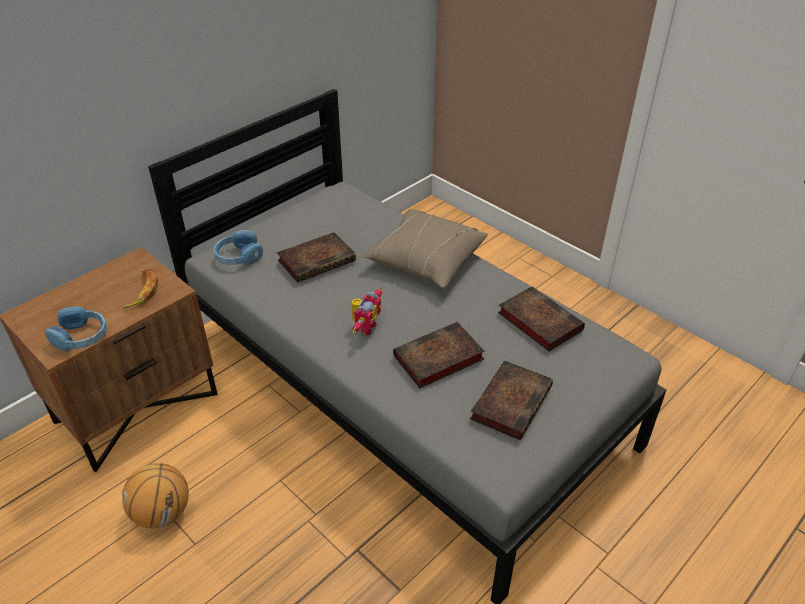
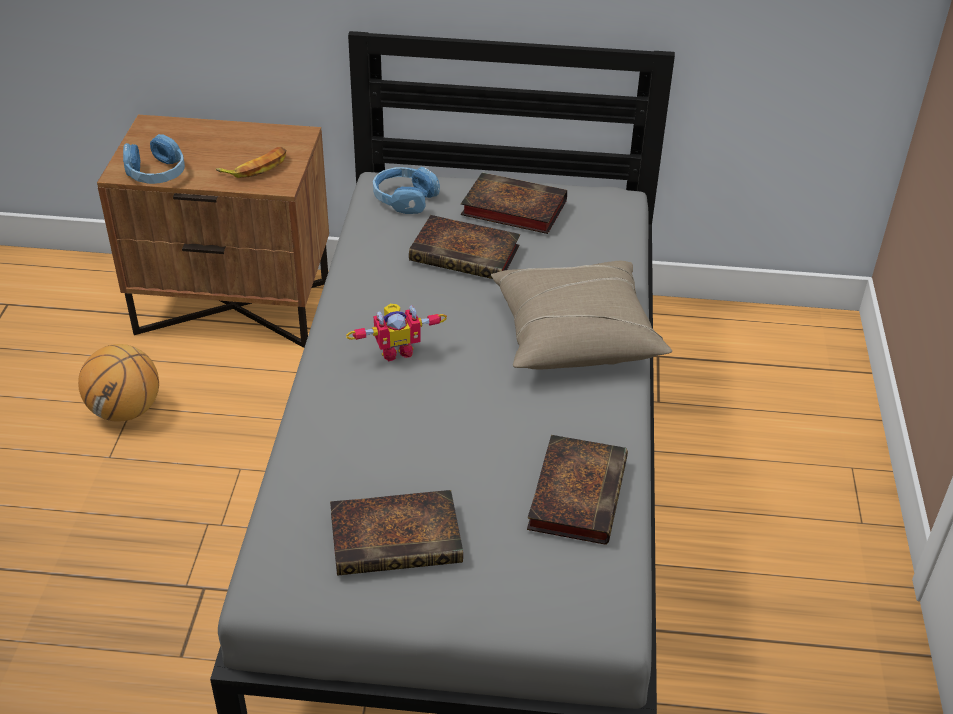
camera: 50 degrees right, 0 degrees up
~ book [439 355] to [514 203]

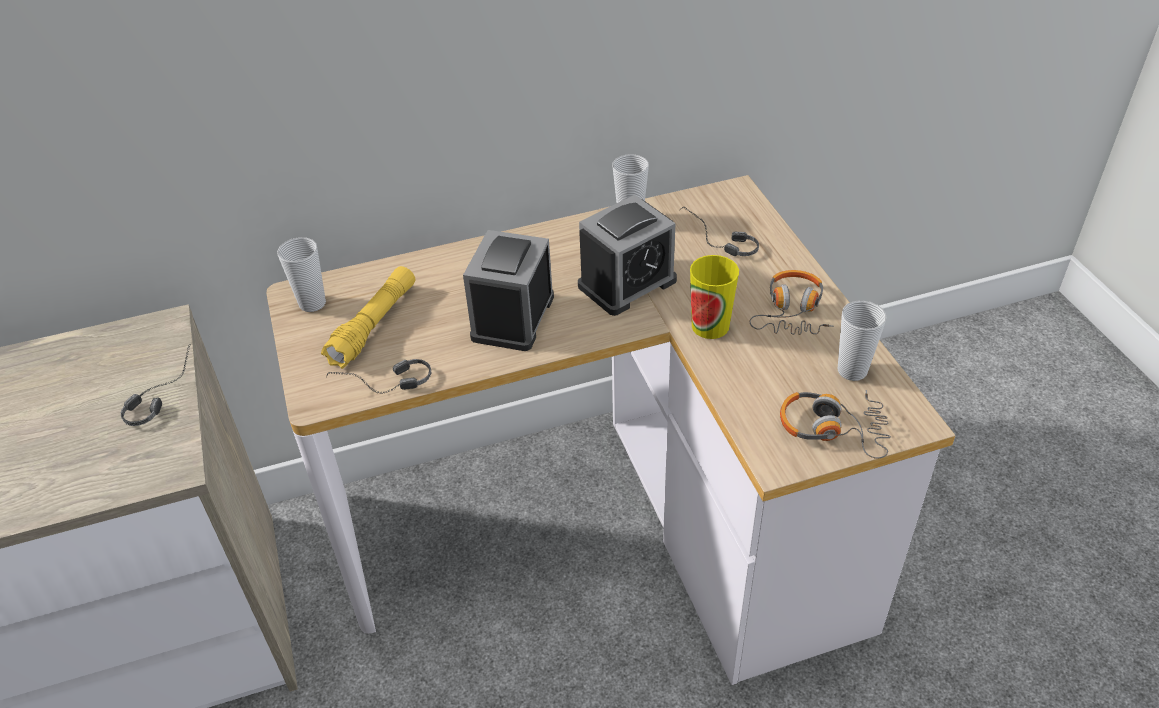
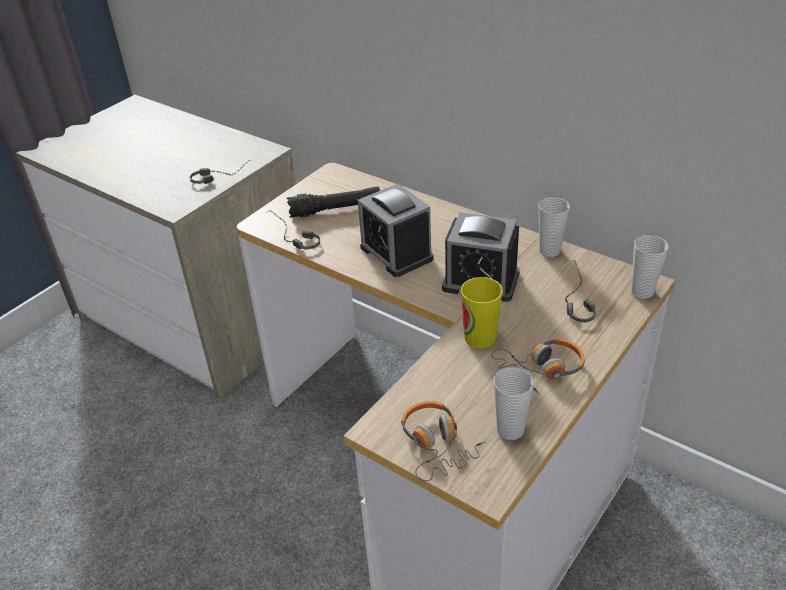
camera: 55 degrees right, 5 degrees down
~ cup [301 274] to [650 267]
~ yellow flashlight [368 317] to black flashlight [333 202]
~ alarm clock [508 290] = [395 230] 105 degrees counterclockwise

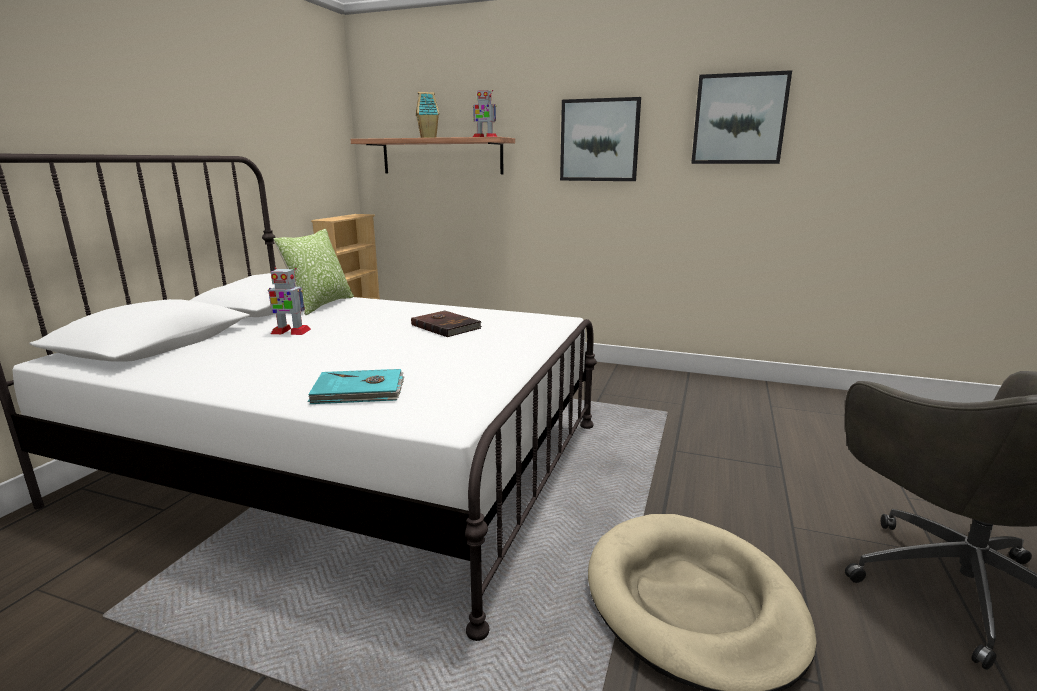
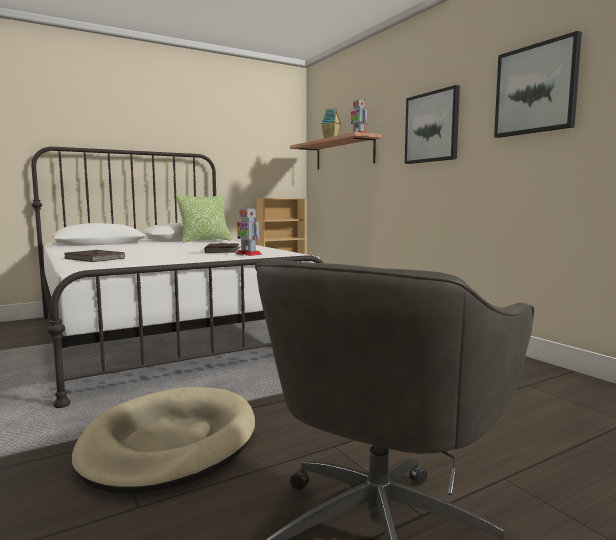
camera: 40 degrees right, 10 degrees down
~ toy robot [289 301] to [249 231]
~ turquoise book [356 386] to brown book [95 256]

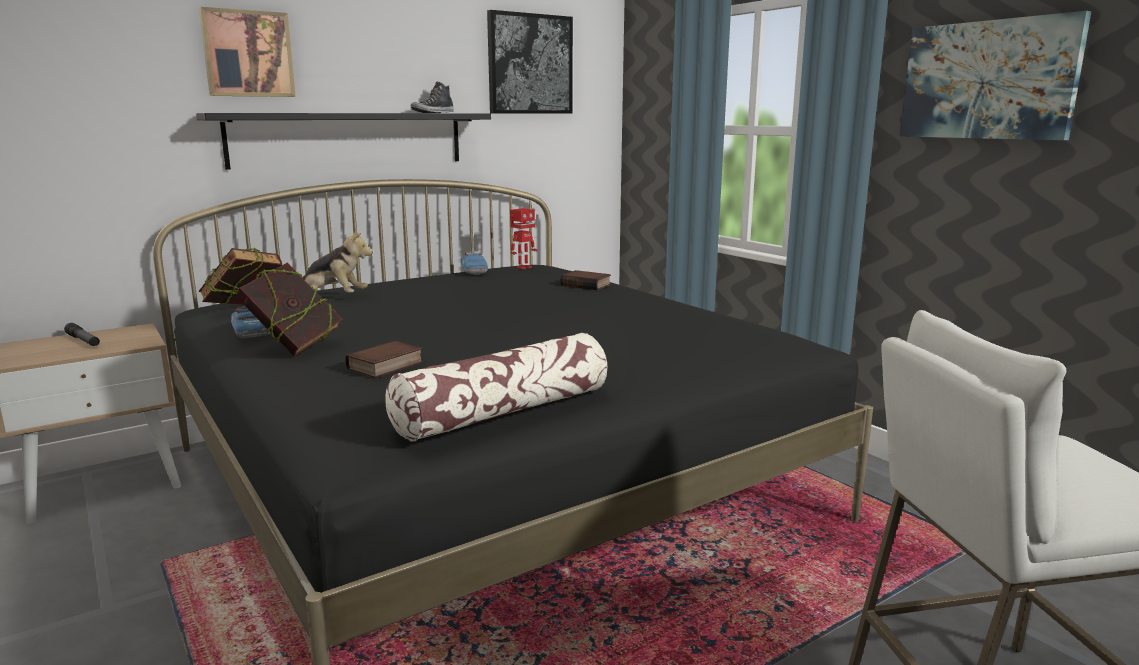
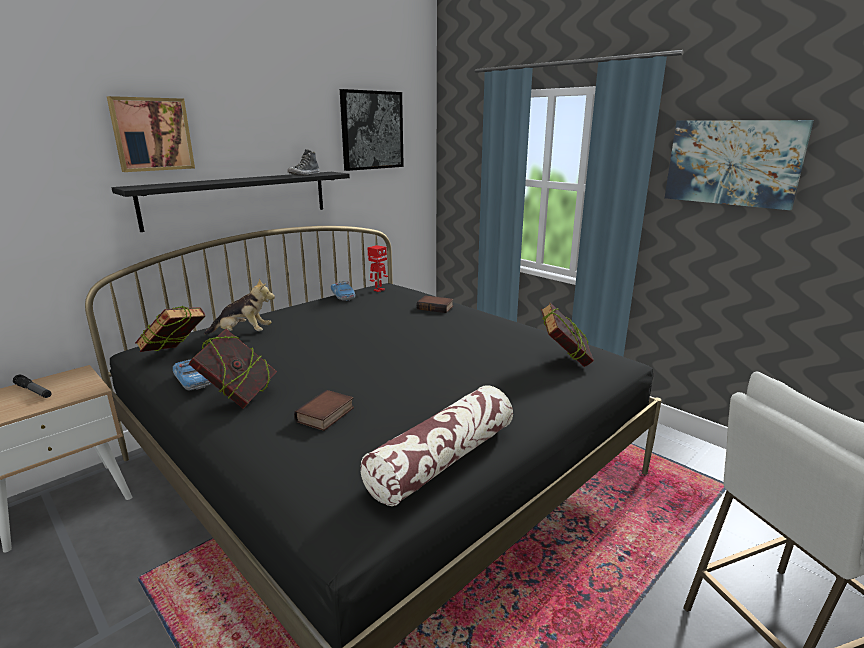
camera: 10 degrees left, 5 degrees up
+ book [567 335]

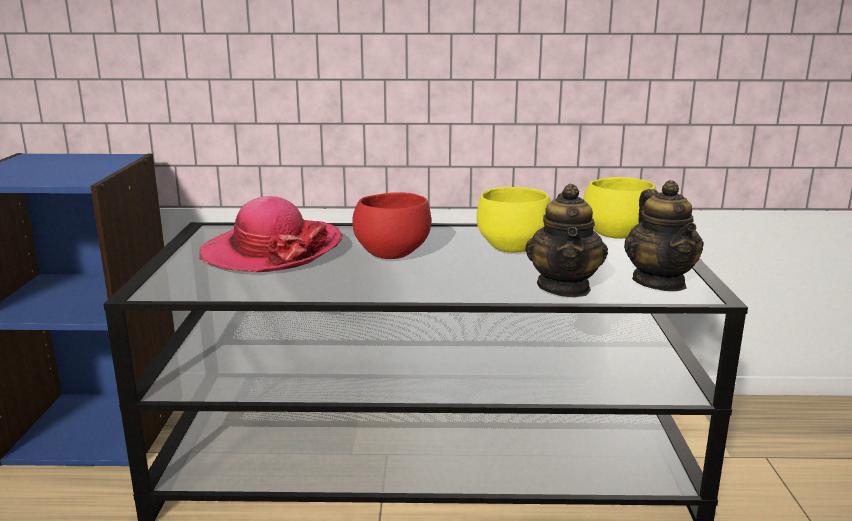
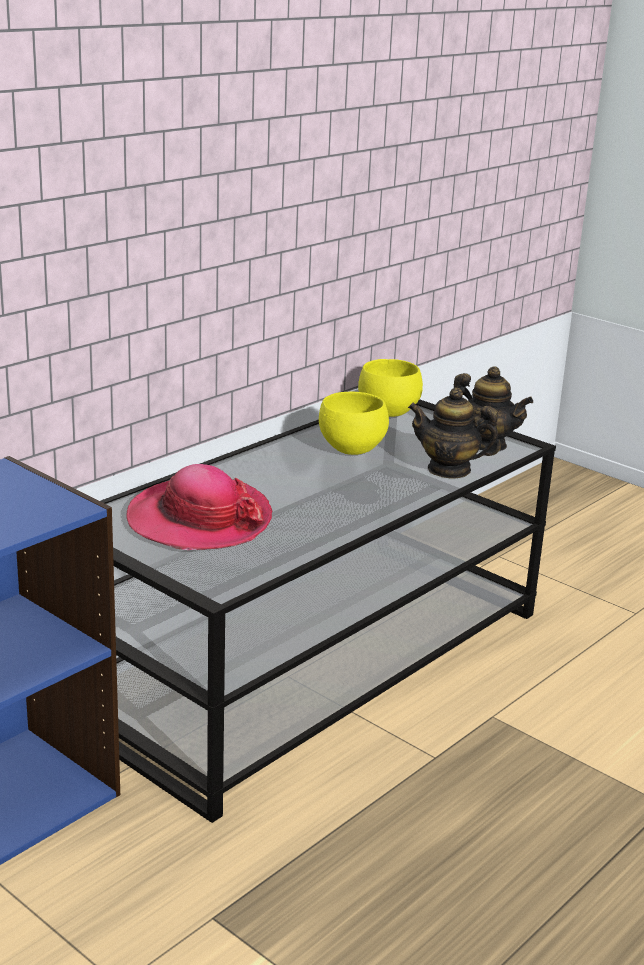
camera: 50 degrees left, 5 degrees up
- red bowl [391 225]
~ teapot [566 240] = [454 433] 150 degrees clockwise

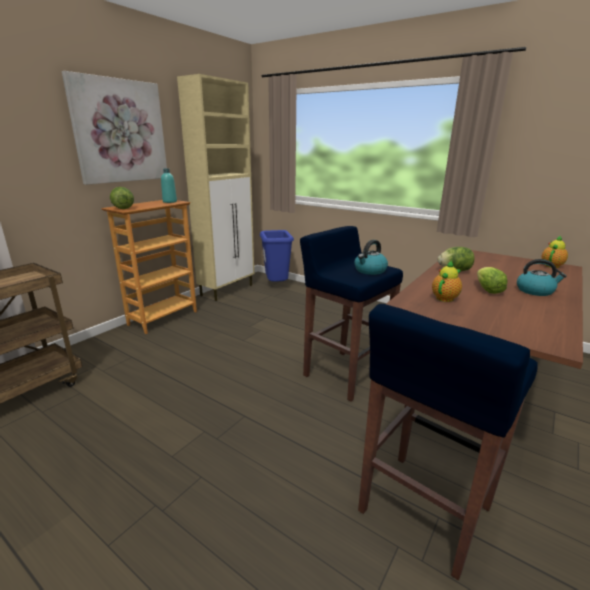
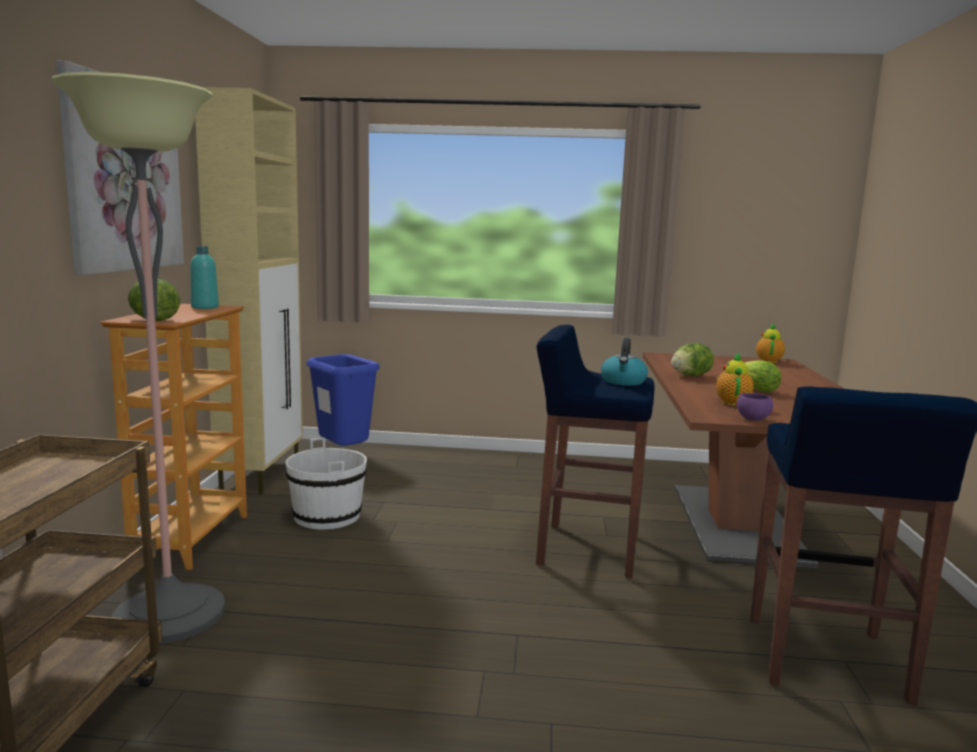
camera: 30 degrees left, 10 degrees down
- kettle [541 277]
+ floor lamp [138 358]
+ white bucket [326 483]
+ purple bowl [755 407]

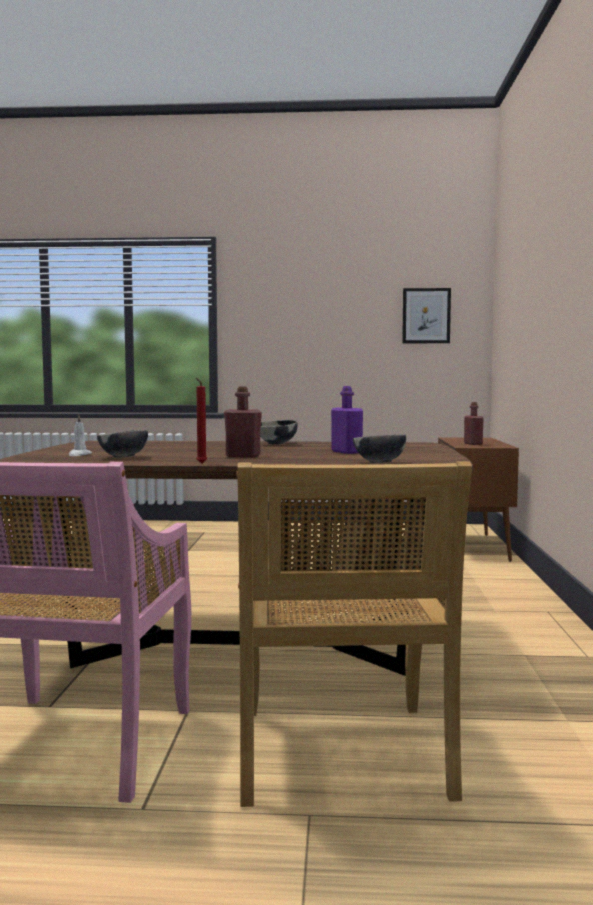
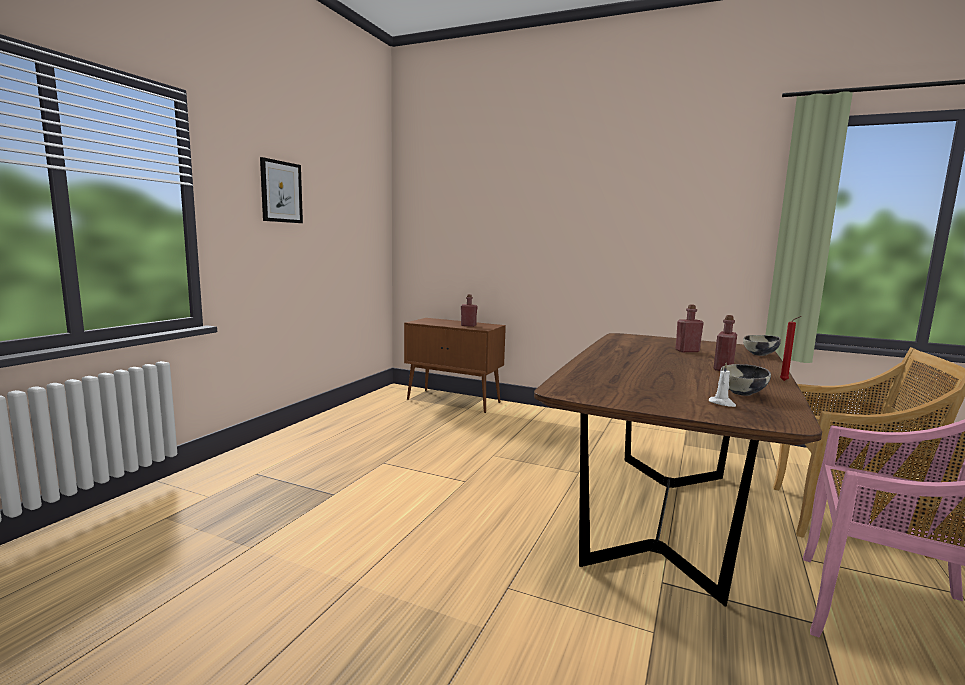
camera: 70 degrees left, 5 degrees up
- bowl [279 432]
~ picture [426 315] to [281 190]
~ purple bottle [347 420] to red bottle [689 328]

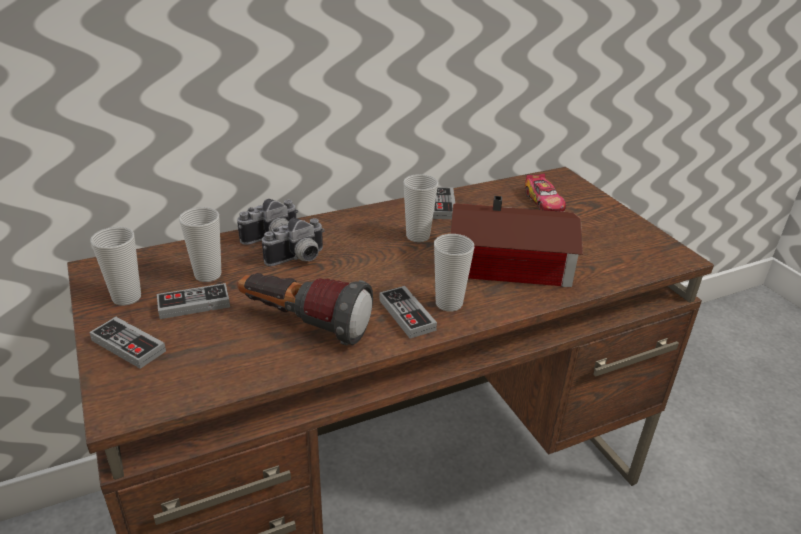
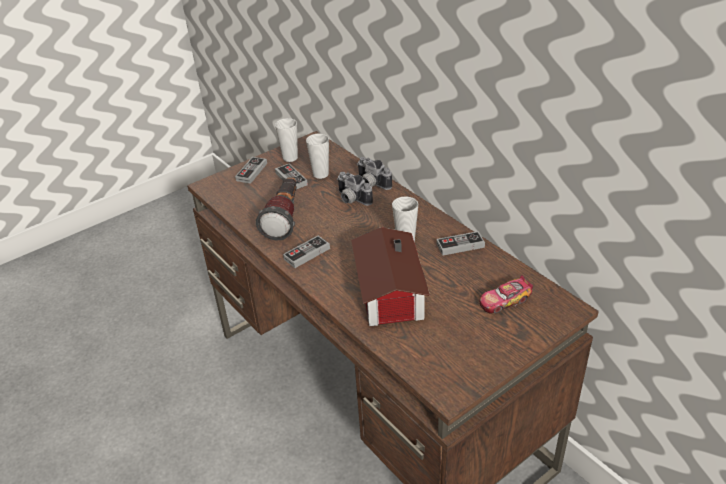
camera: 80 degrees right, 5 degrees up
- cup [454 273]

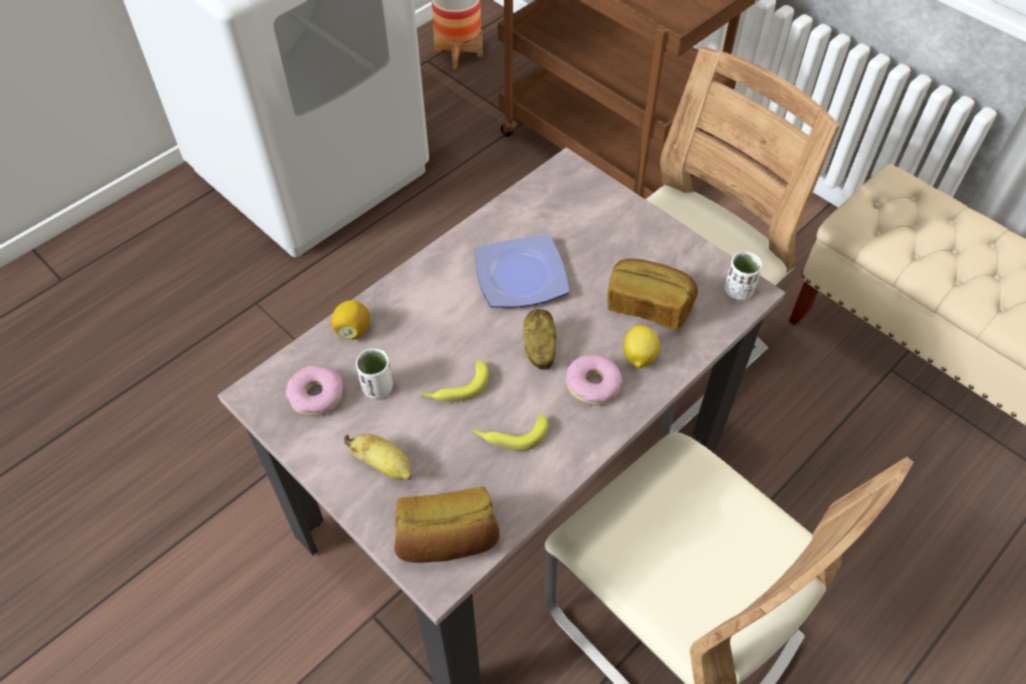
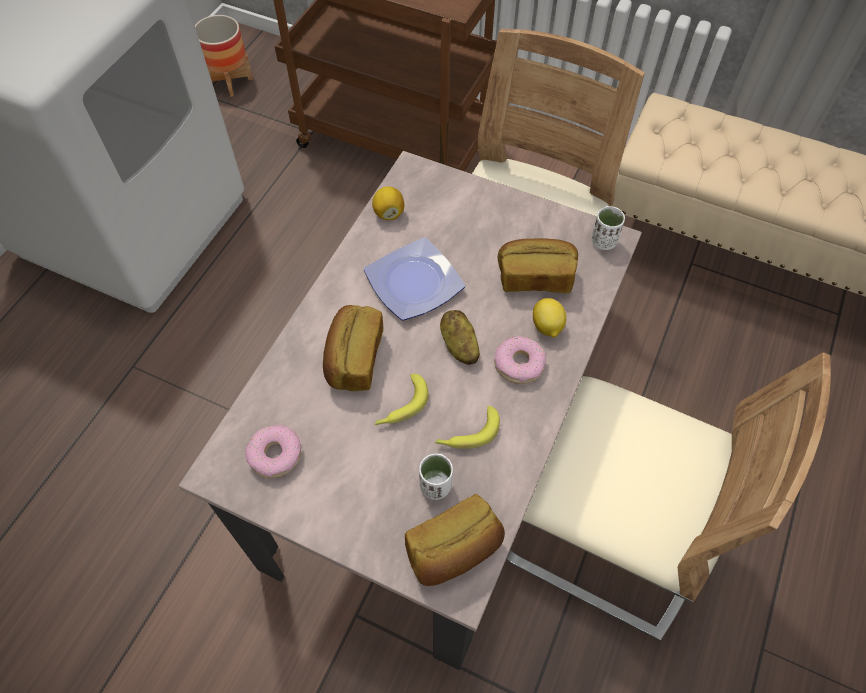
camera: 20 degrees left, 5 degrees up
- banana [378 456]
+ bread [353 348]
~ lemon [350 320] to [388 203]
~ white cup [374 374] to [436 477]

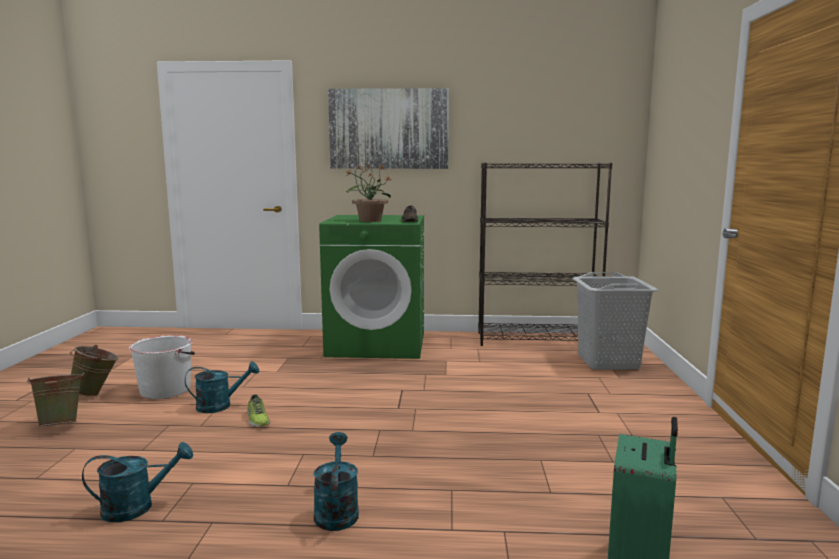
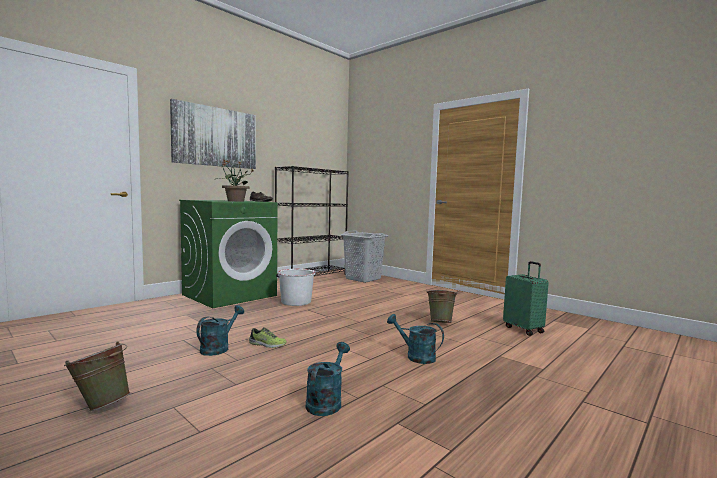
camera: 50 degrees left, 5 degrees down
~ green bucket [94 371] to [442 306]
~ white bucket [162 367] to [296 287]

